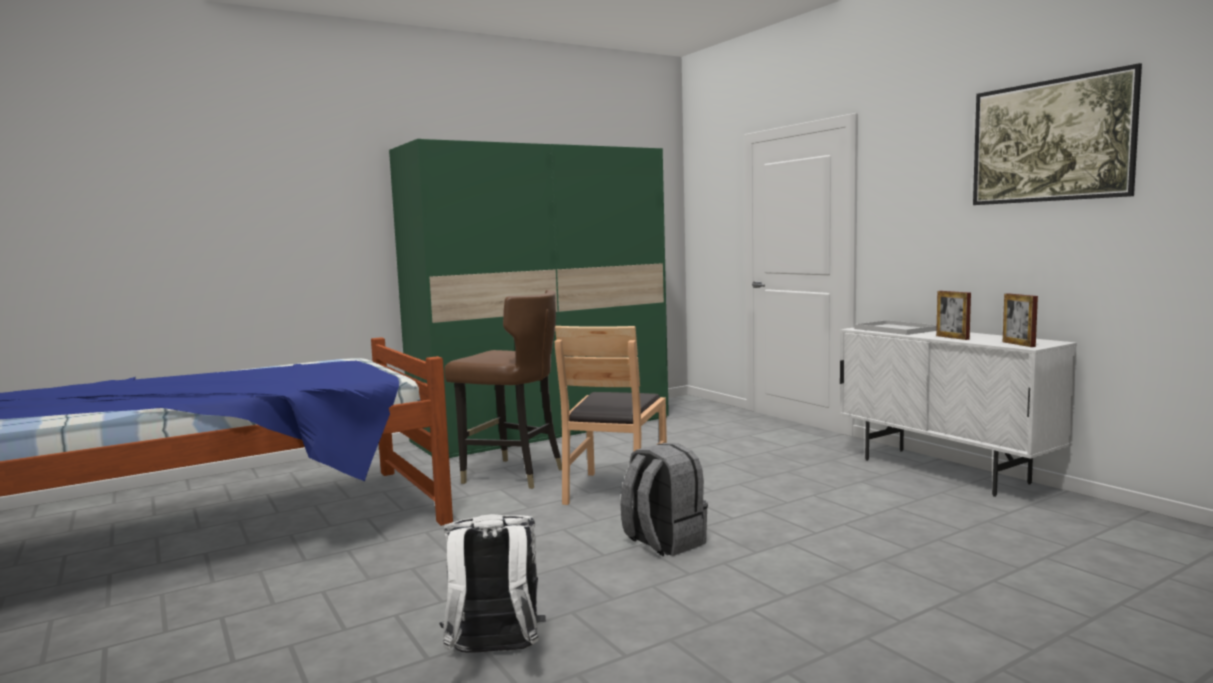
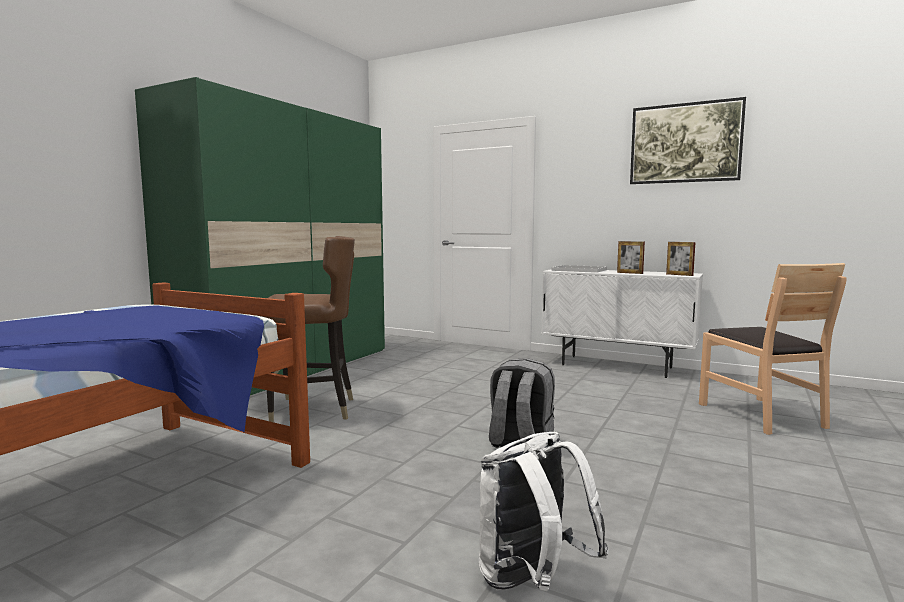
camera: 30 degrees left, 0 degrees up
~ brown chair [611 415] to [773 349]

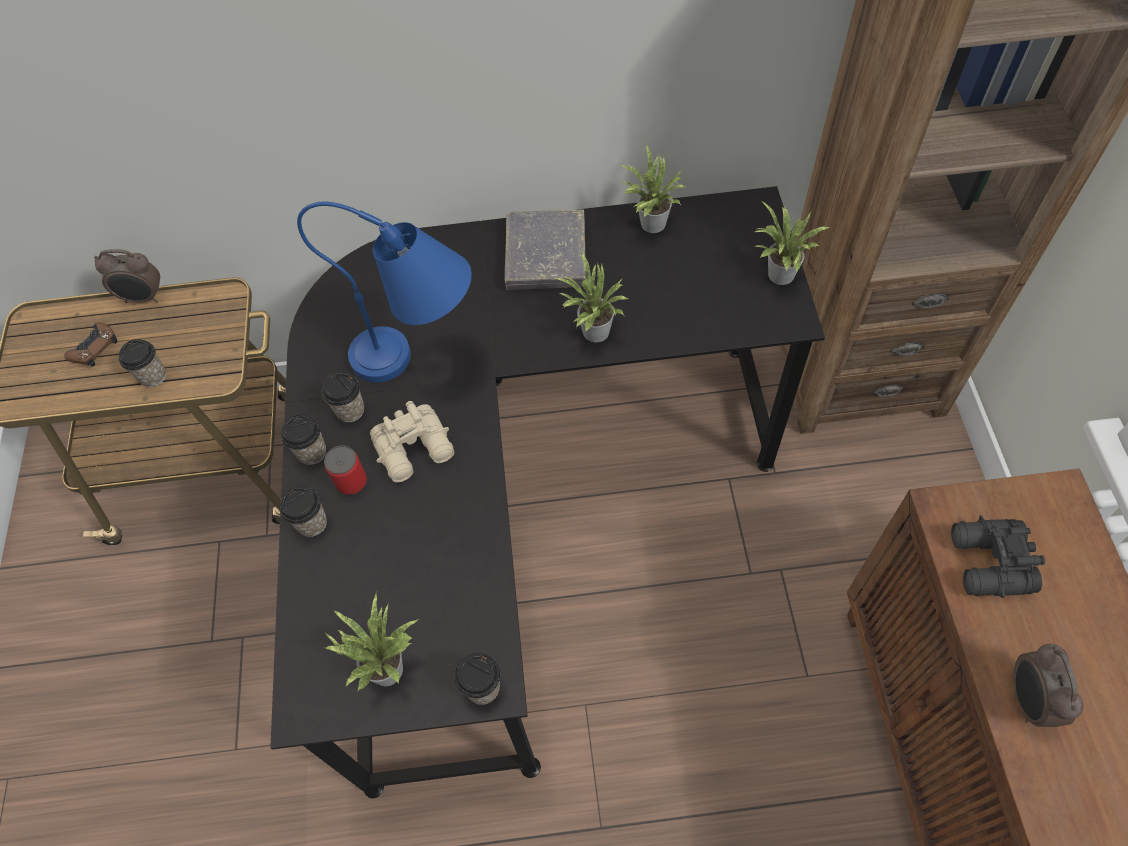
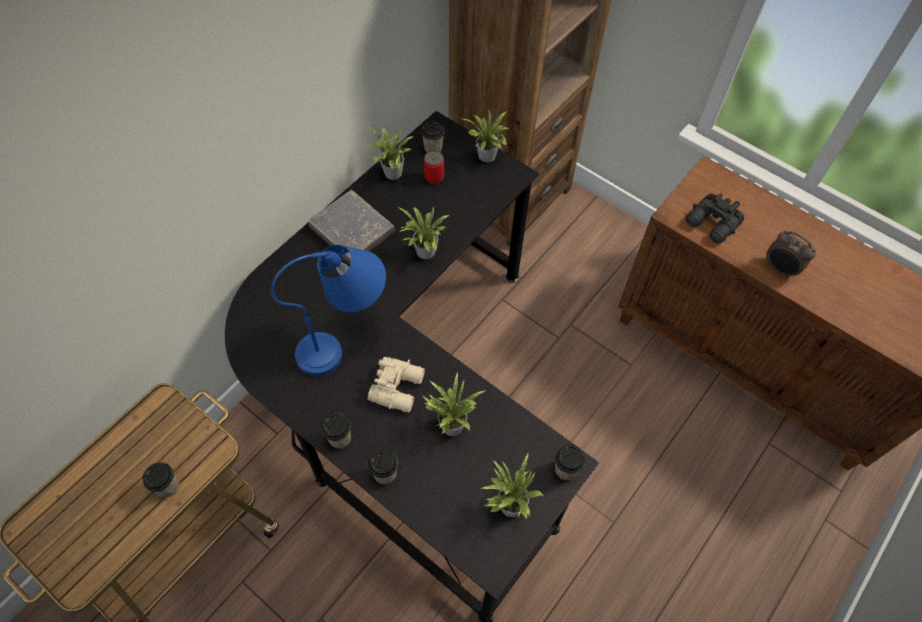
camera: 50 degrees left, 0 degrees up
- brown game controller [90 344]
- alarm clock [127 276]
+ potted plant [454 404]
~ cup [343 397] to [433 136]
~ can [345 470] to [434 167]

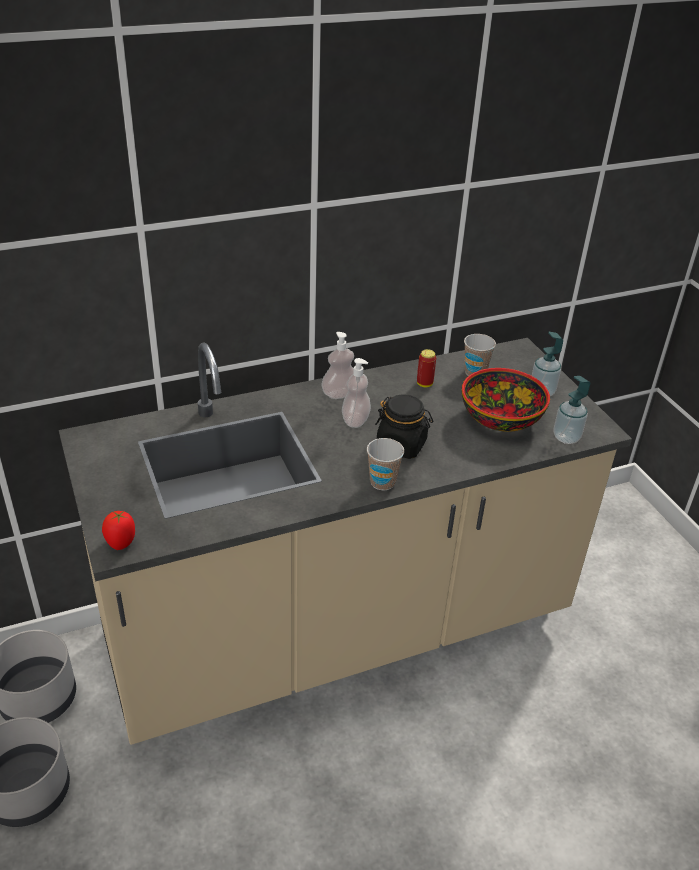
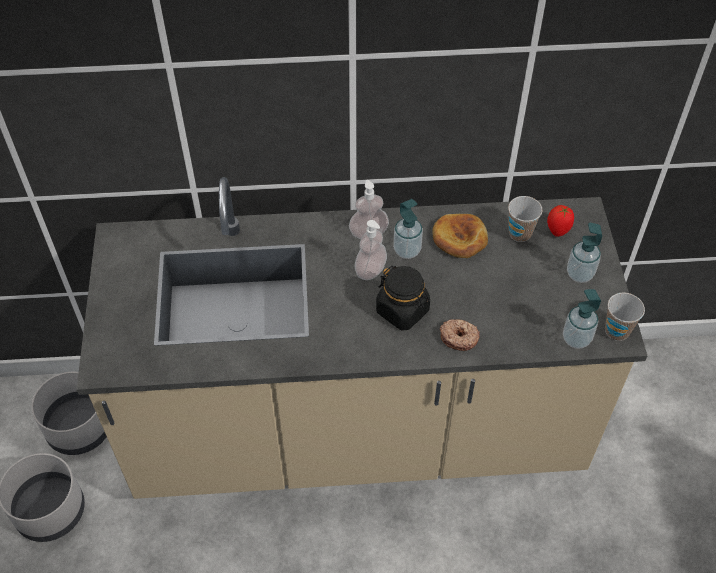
camera: 20 degrees right, 15 degrees up
- bowl [506 400]
+ soap dispenser [408 229]
+ donut [460 335]
~ tomato [118 530] to [560 221]
~ cup [385 464] to [625 317]
~ can [426 368] to bread [460 236]

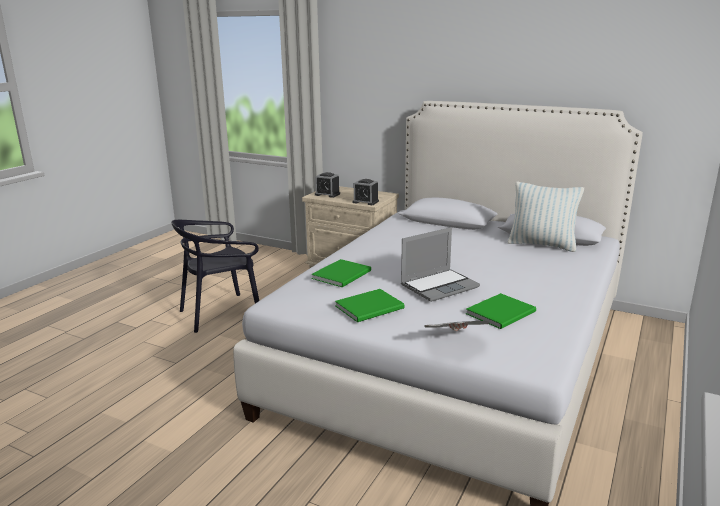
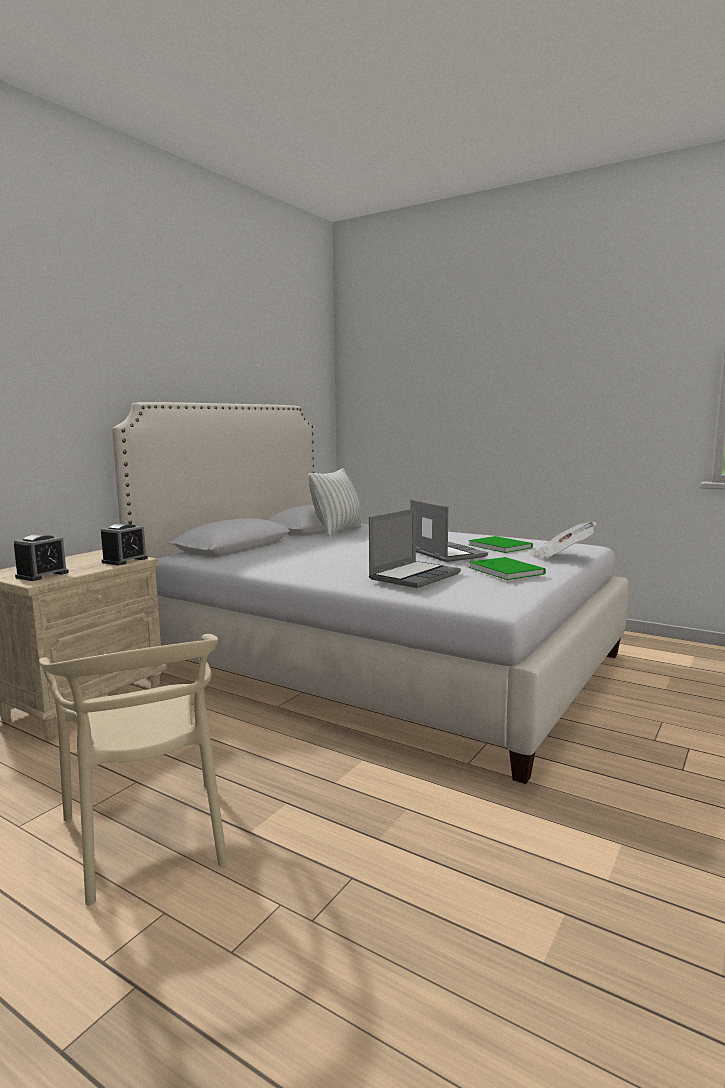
camera: 85 degrees left, 10 degrees down
~ green book [341 273] to laptop [415 548]
~ black chair [215 276] to beige chair [133 770]

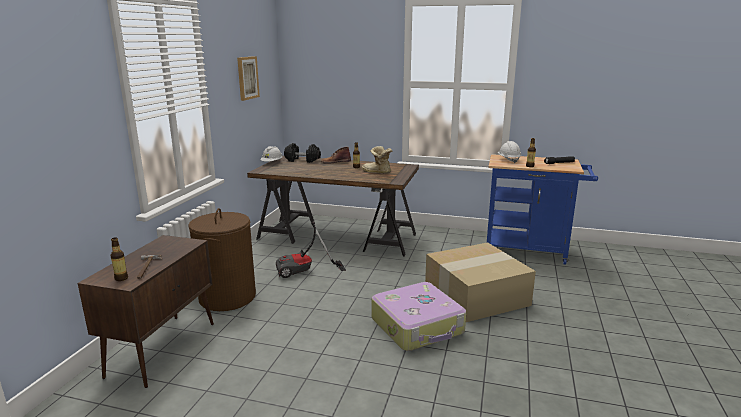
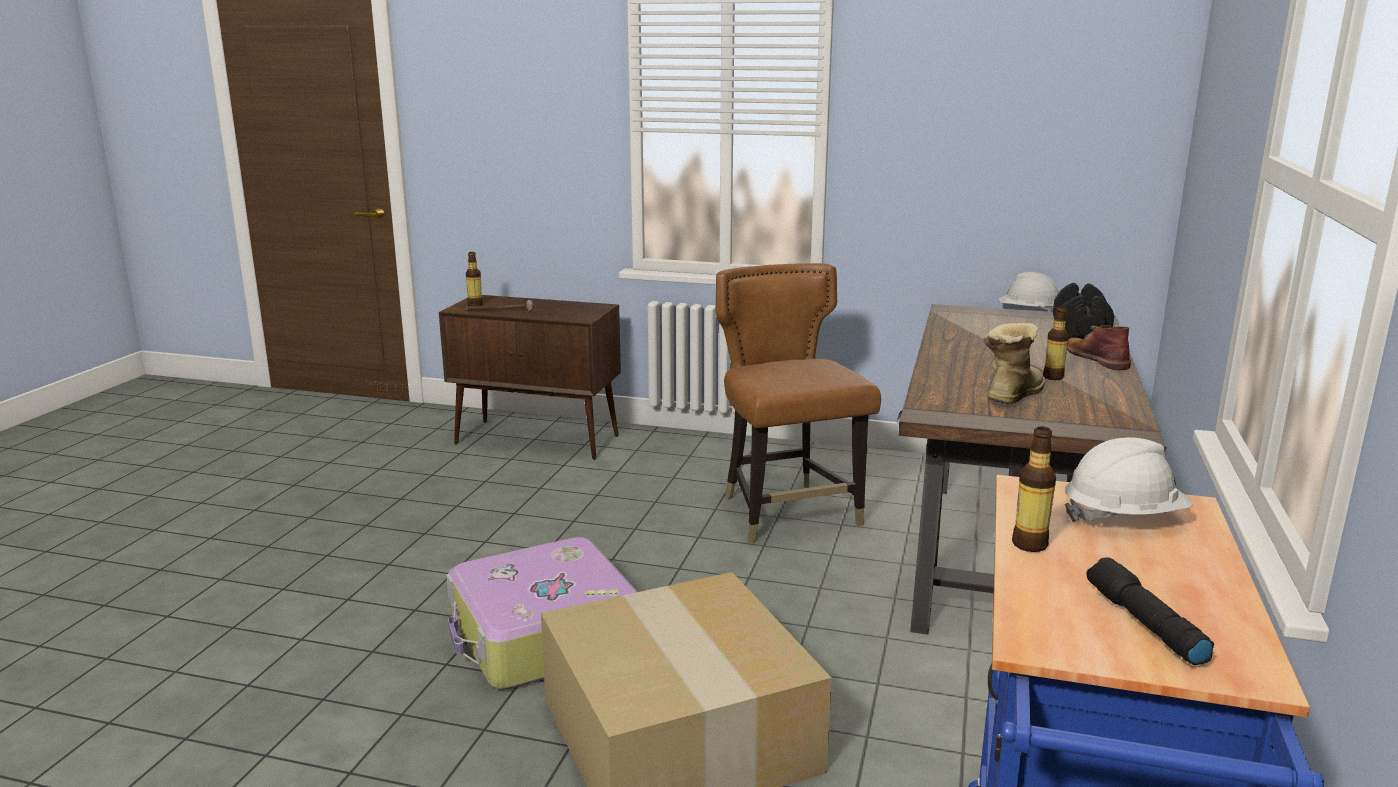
camera: 90 degrees right, 0 degrees up
- brown laundry basket [222 259]
- picture [248 78]
~ vacuum cleaner [311 249] to brown chair [798 403]

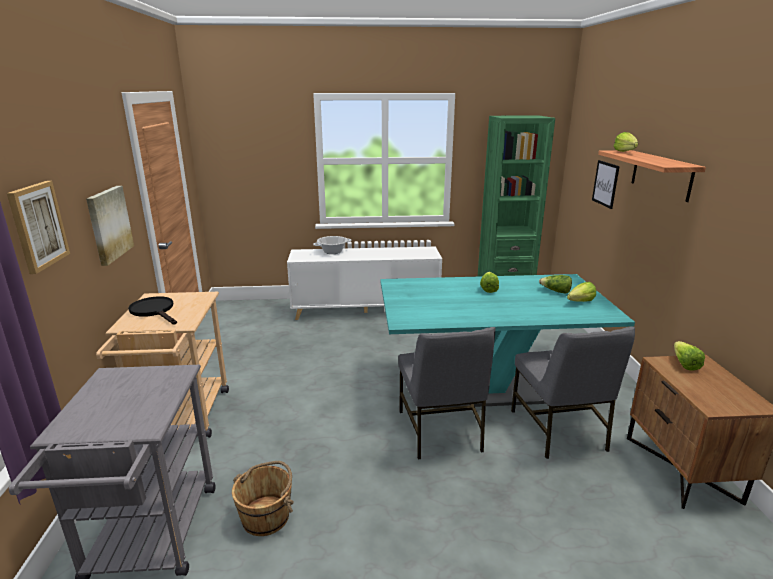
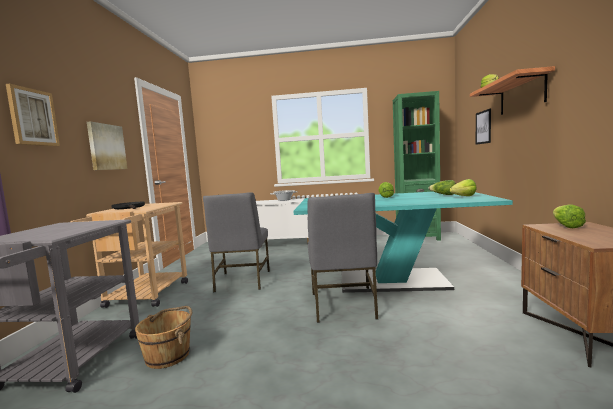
camera: 10 degrees right, 15 degrees down
~ grey chair [573 392] to [236 242]

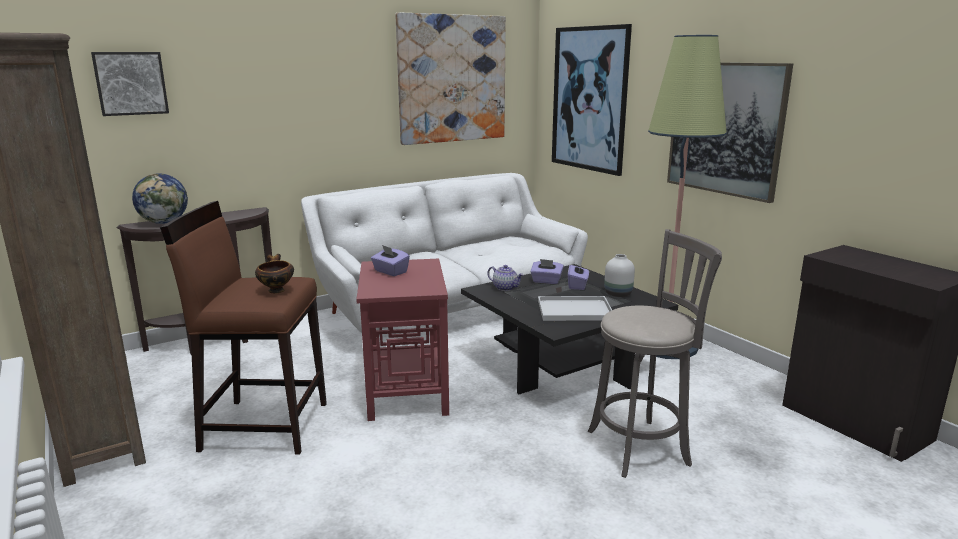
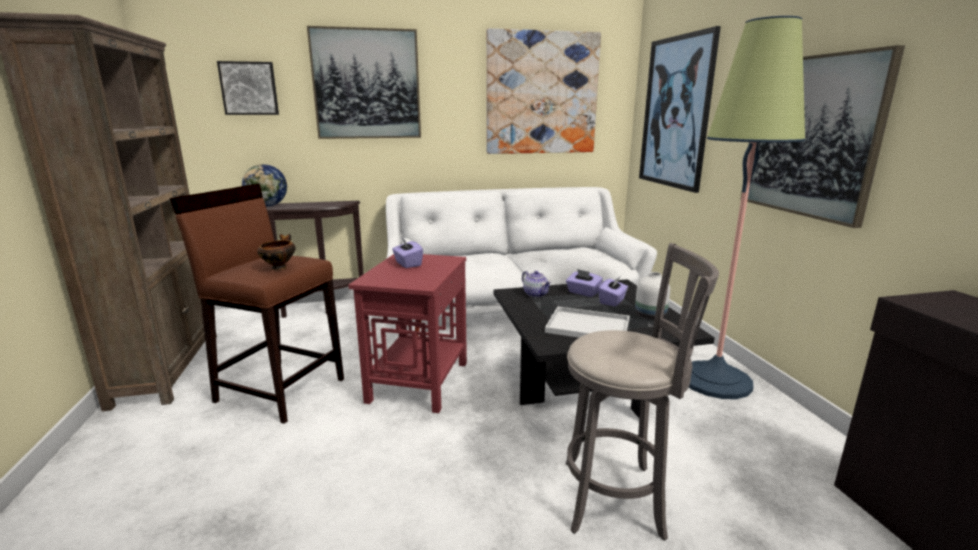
camera: 20 degrees right, 0 degrees up
+ picture [364 82]

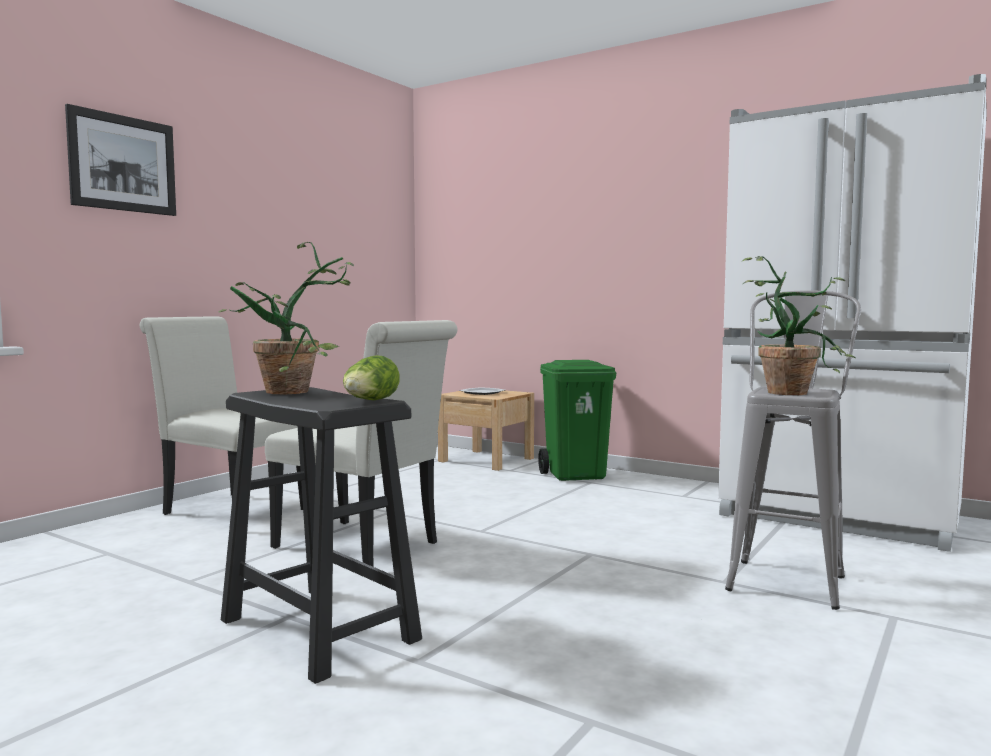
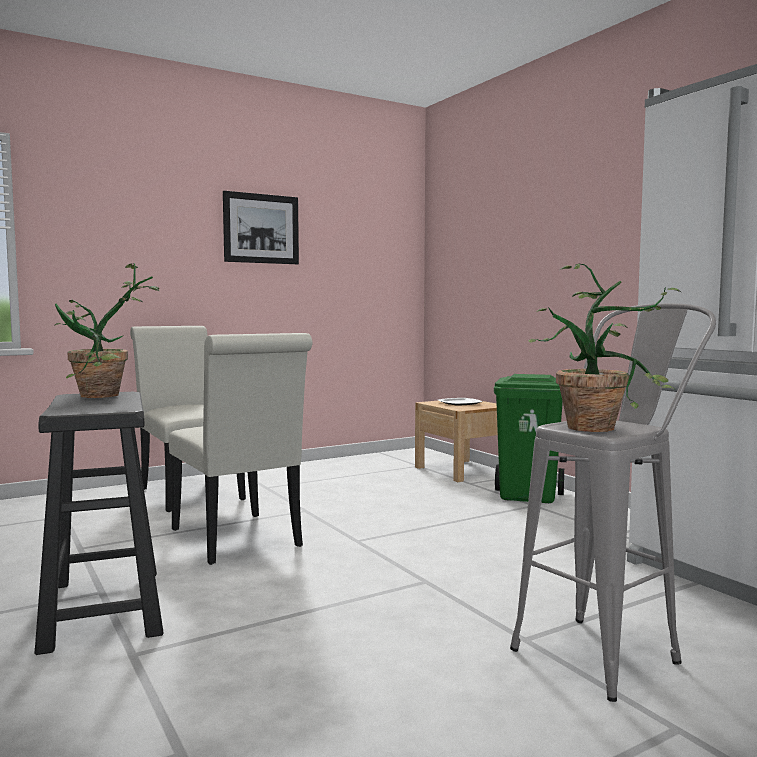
camera: 25 degrees right, 0 degrees up
- lettuce [371 377]
~ picture [120 160] to [261 227]

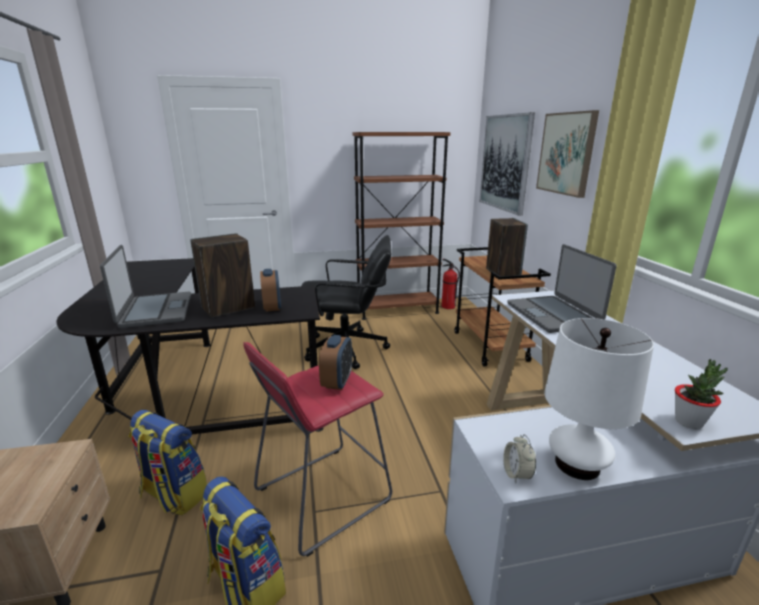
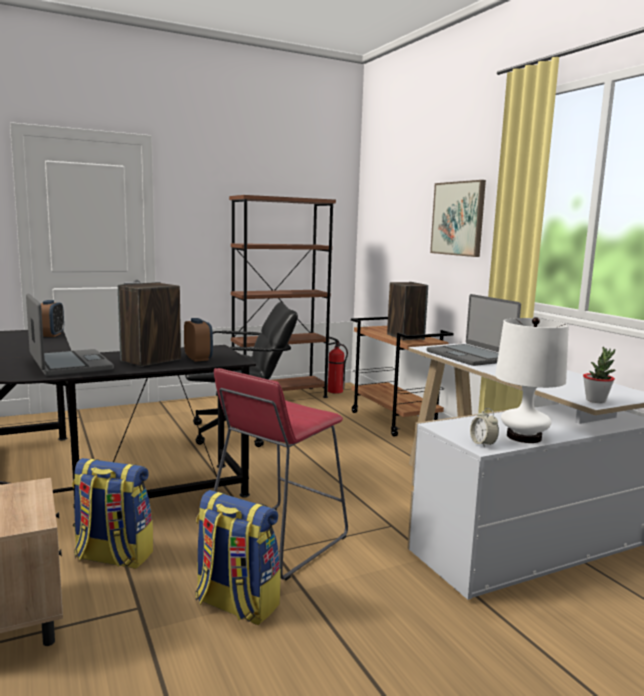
camera: 15 degrees left, 10 degrees down
- picture [507 163]
~ alarm clock [335 362] to [52 318]

